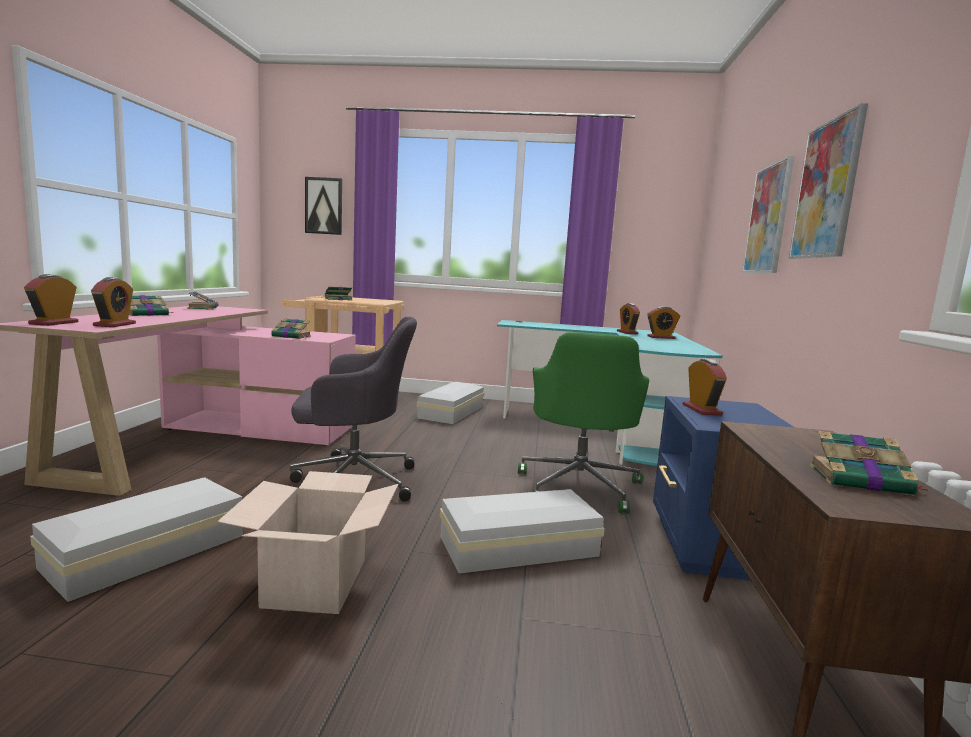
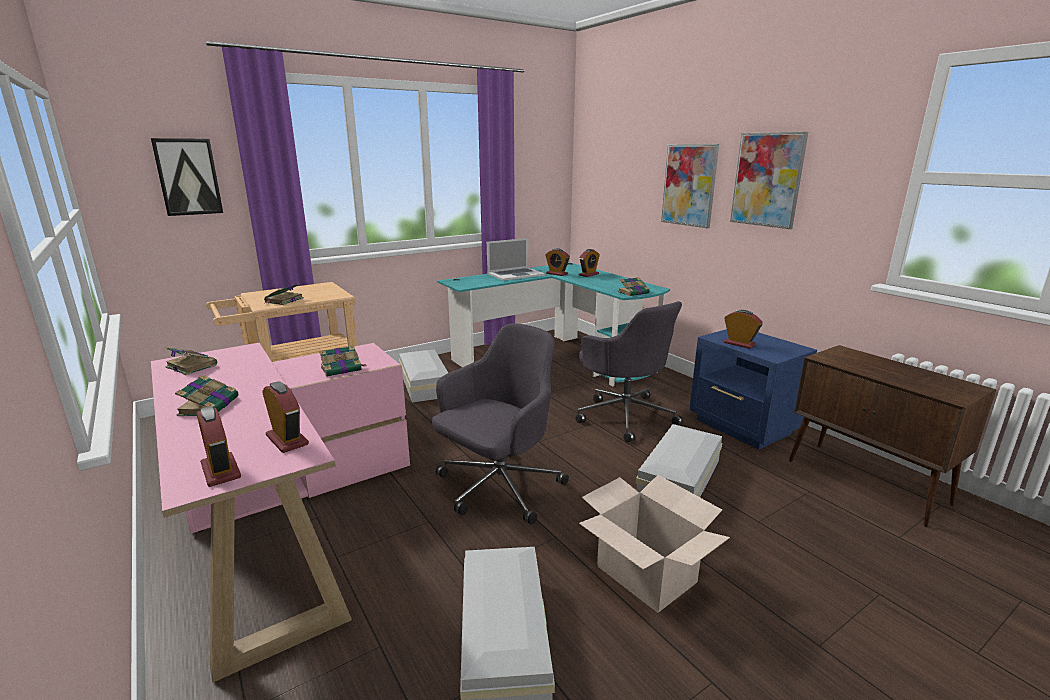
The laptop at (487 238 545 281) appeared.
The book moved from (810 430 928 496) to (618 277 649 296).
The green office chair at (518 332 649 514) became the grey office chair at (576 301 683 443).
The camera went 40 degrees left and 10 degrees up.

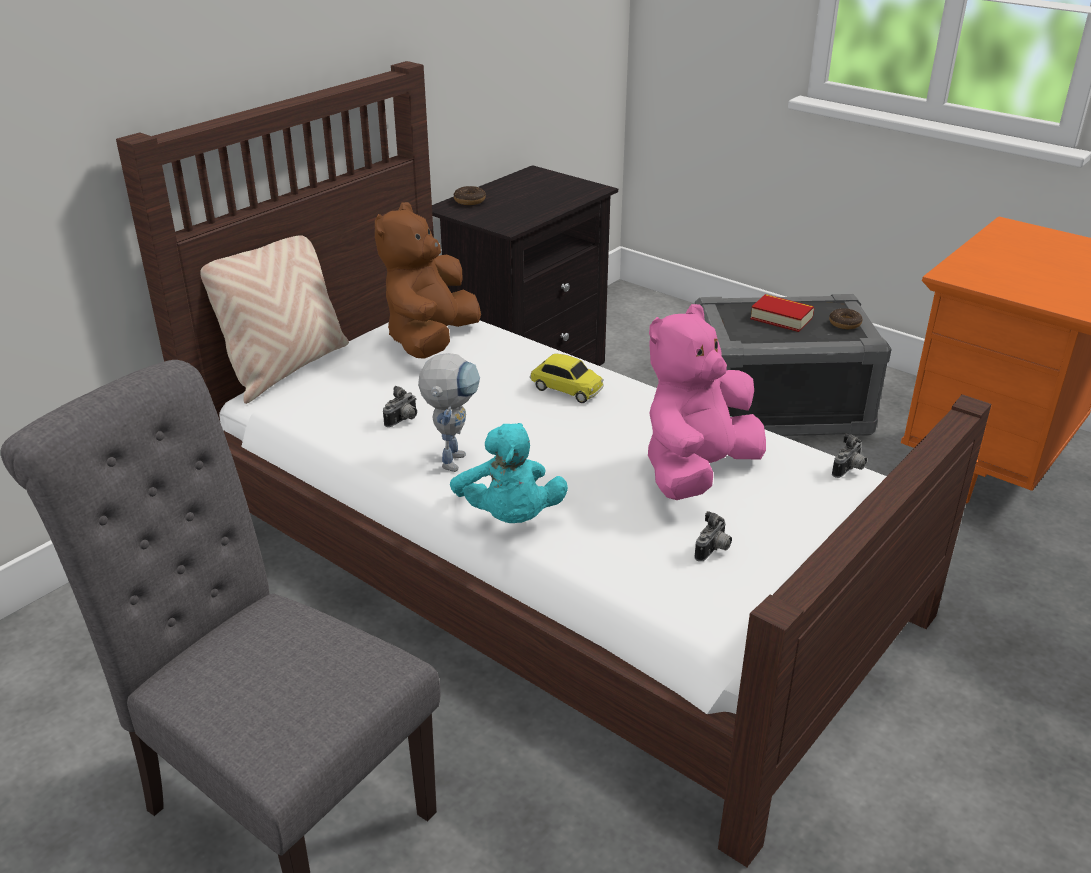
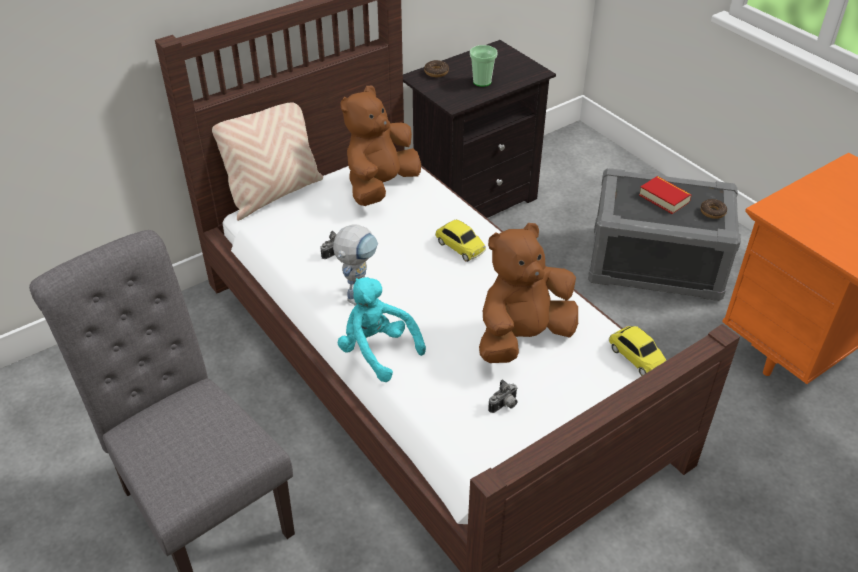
The cup at (470 45 497 87) appeared.
The photo camera at (832 433 867 478) was replaced by the toy car at (609 326 667 376).
The pink plush toy at (648 304 766 500) became the brown plush toy at (479 223 578 363).
The turquoise plush toy at (450 423 568 523) turned 135 degrees clockwise.
The camera went 15 degrees right and 10 degrees up.

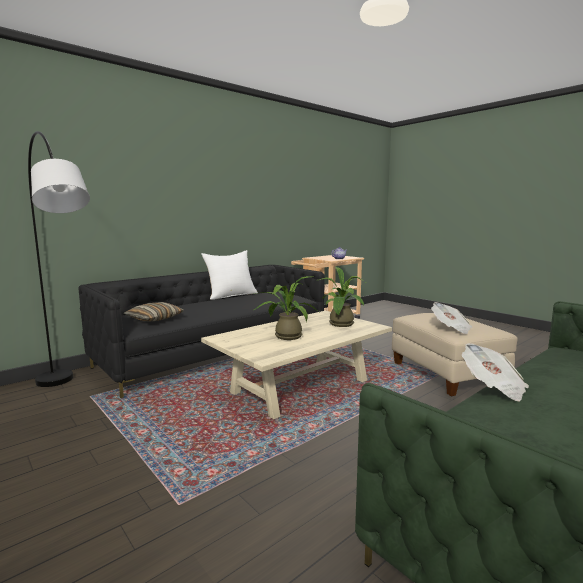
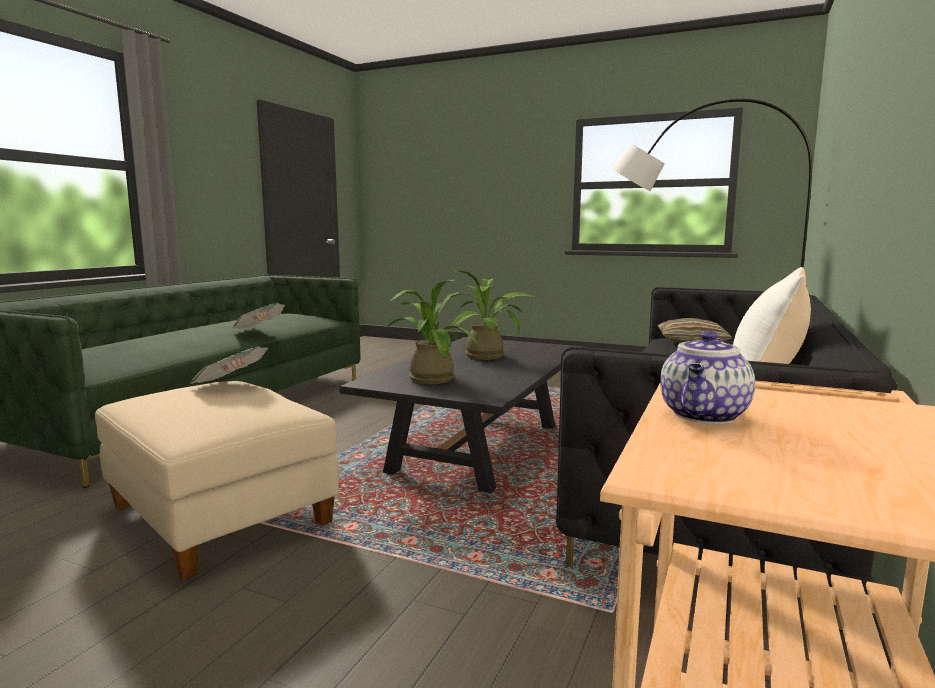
The beige coffee table at (201 311 392 419) became the black coffee table at (340 337 584 493).
The camera went 155 degrees right and 0 degrees up.

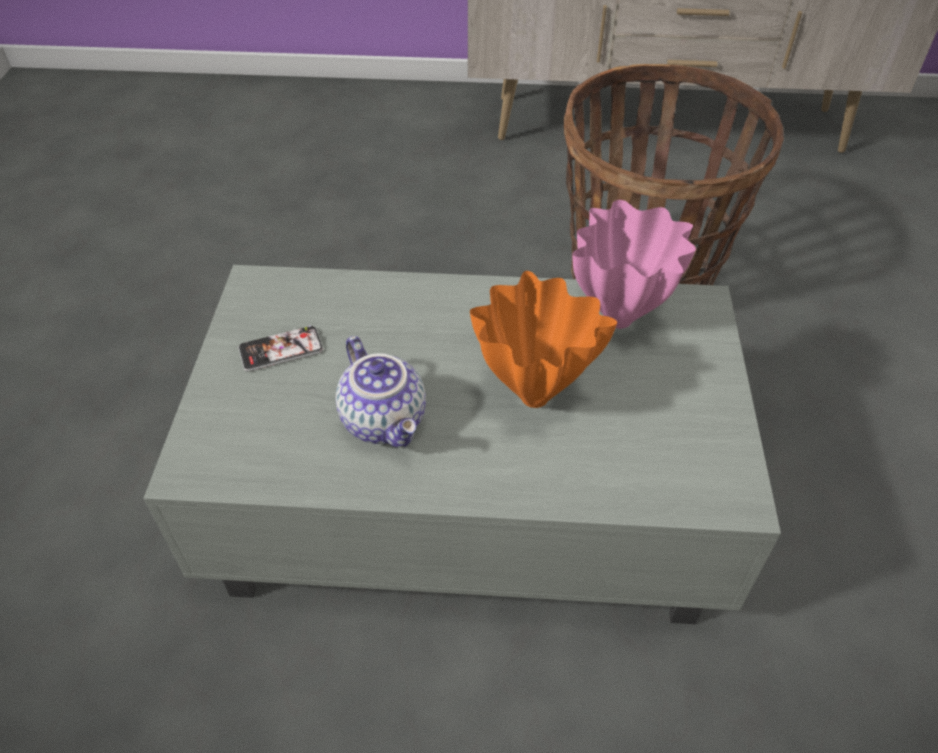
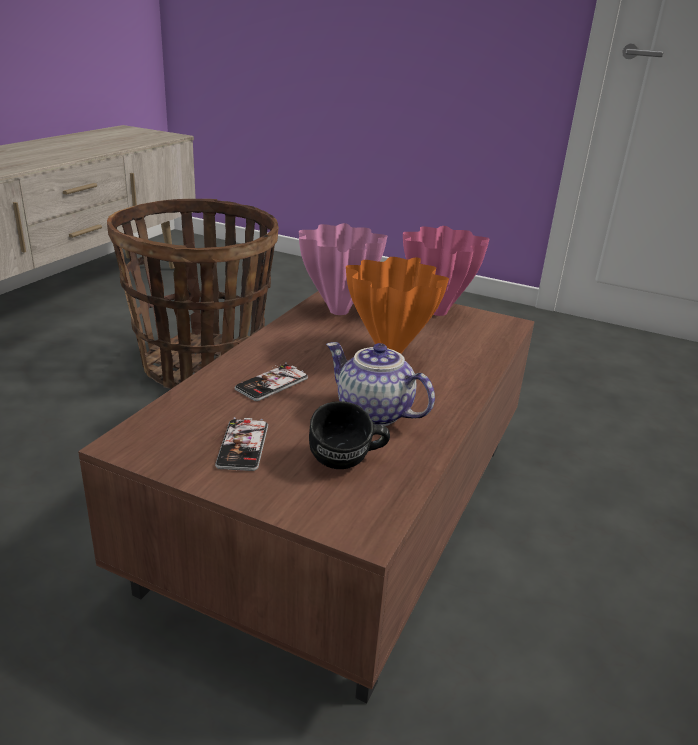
The phone at (235 362 308 401) appeared.
The black mug at (309 401 390 469) appeared.
The pink vase at (403 226 490 316) appeared.
The grey coffee table at (143 265 781 624) became the brown coffee table at (78 291 535 703).
The teapot at (336 336 426 448) turned 135 degrees counterclockwise.
The camera went 70 degrees left and 20 degrees down.

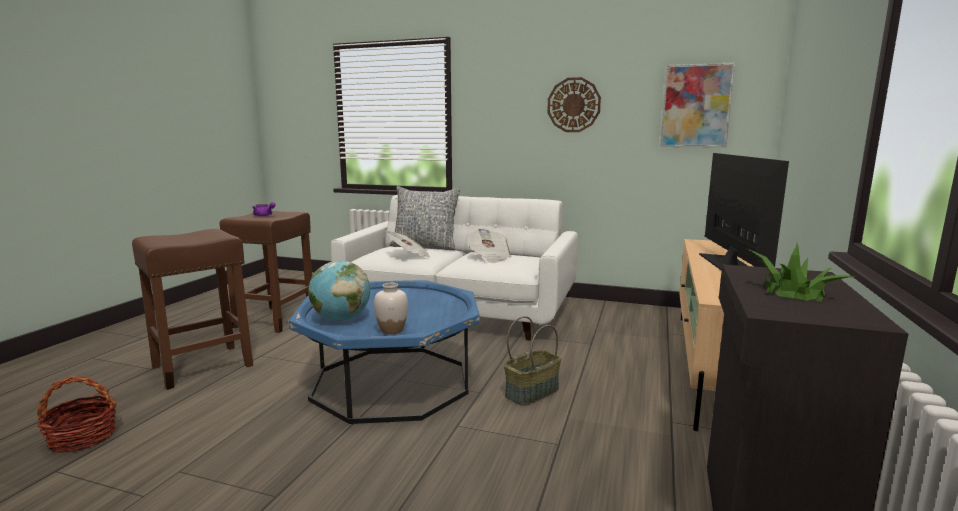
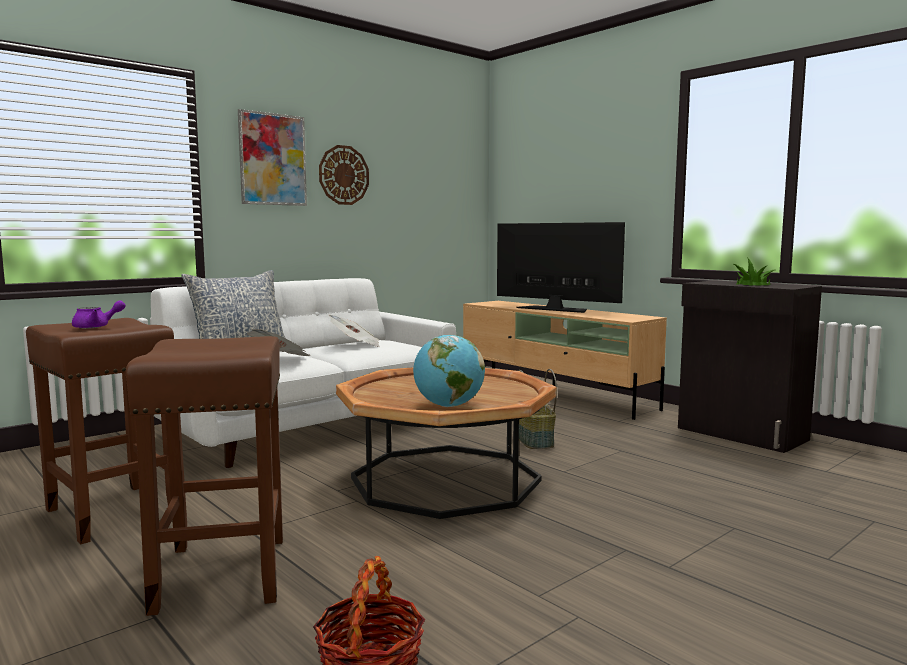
The white vase at (374 283 408 335) disappeared.
The picture moved from (660 62 735 148) to (238 109 307 206).
The blue coffee table at (289 280 480 424) became the brown coffee table at (336 367 557 519).
The camera went 60 degrees left and 5 degrees down.

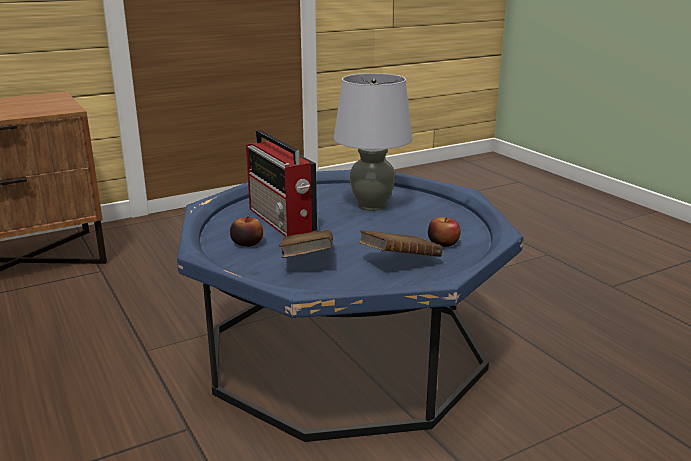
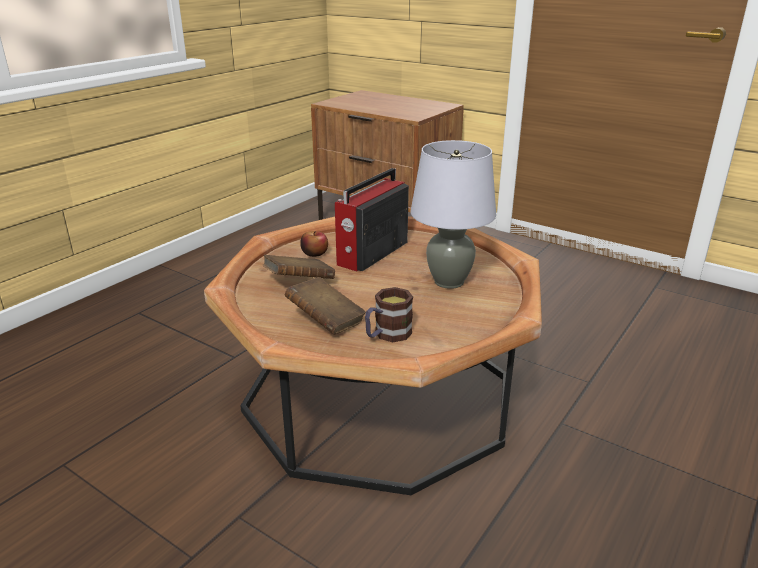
The apple at (428 217 460 247) was replaced by the mug at (365 287 413 342).
The blue coffee table at (177 170 523 442) became the brown coffee table at (204 216 542 495).
The camera went 65 degrees right and 5 degrees up.

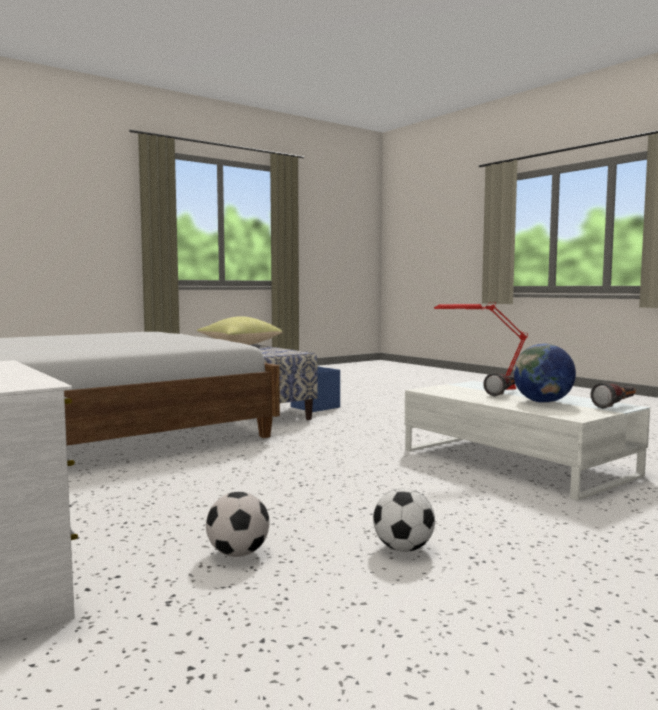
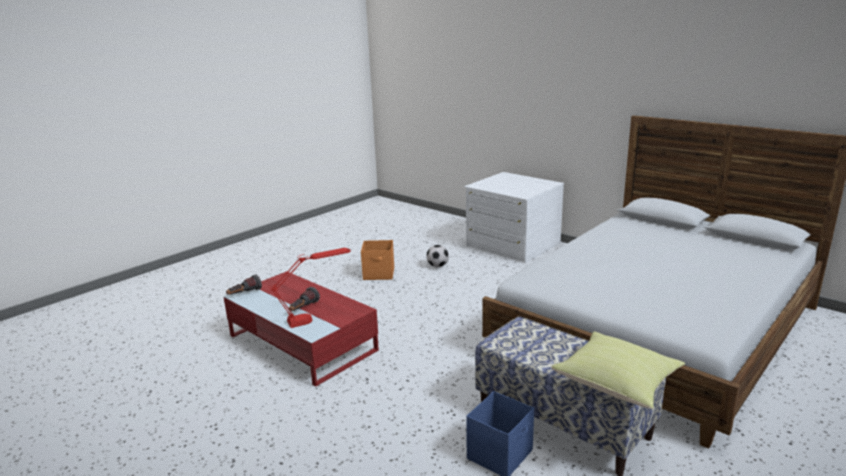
The globe at (513 344 576 403) disappeared.
The football at (373 488 435 552) was replaced by the orange storage box at (361 240 394 280).
The white coffee table at (405 381 650 501) became the red coffee table at (223 271 379 386).
The camera went 170 degrees right and 15 degrees up.

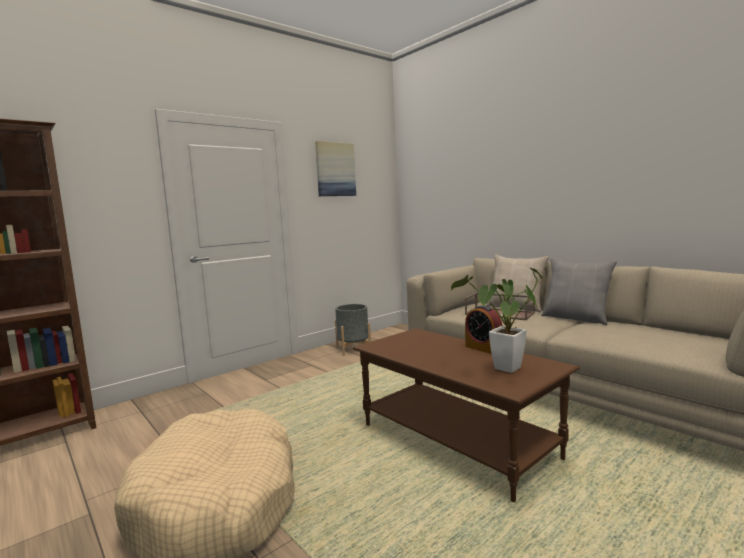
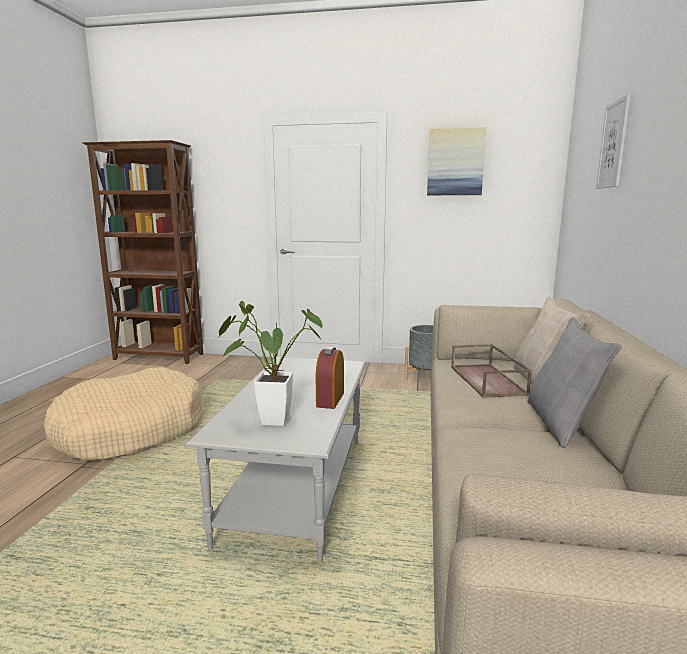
The picture at (596 94 631 189) appeared.
The brown coffee table at (353 328 580 502) became the grey coffee table at (186 357 366 563).
The camera went 50 degrees right and 5 degrees up.

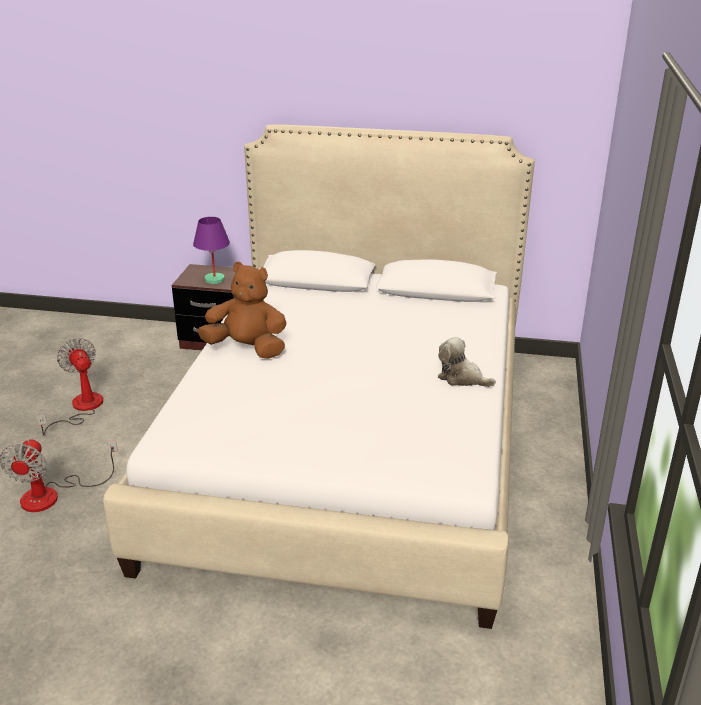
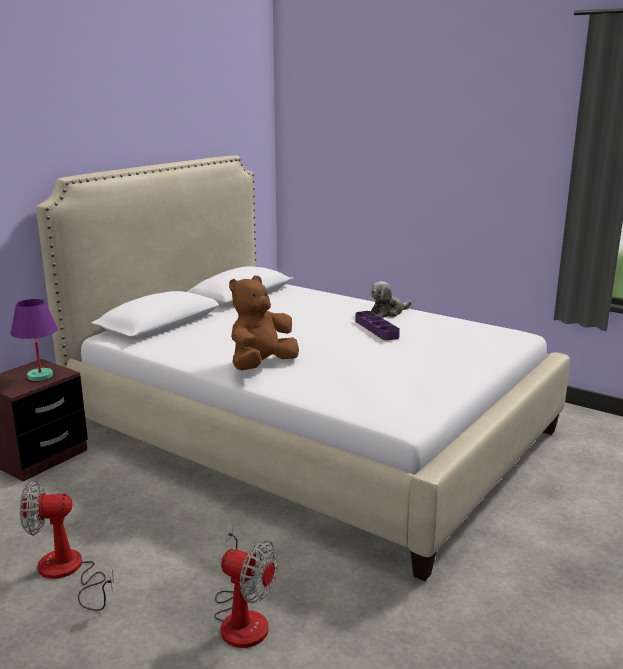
The purple tray at (355 311 400 340) appeared.
The camera went 65 degrees left and 10 degrees down.

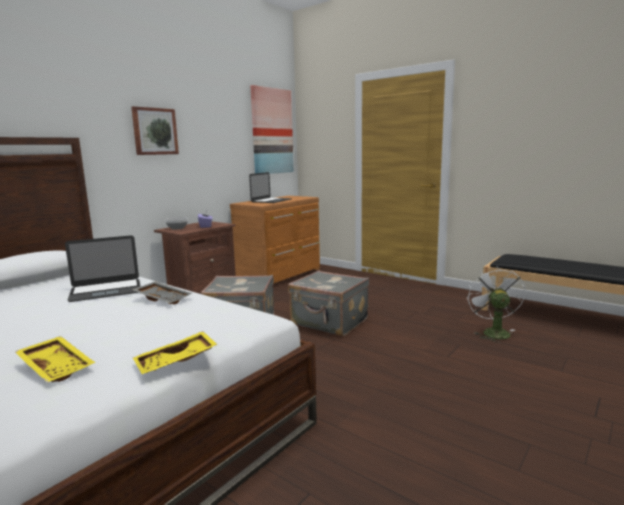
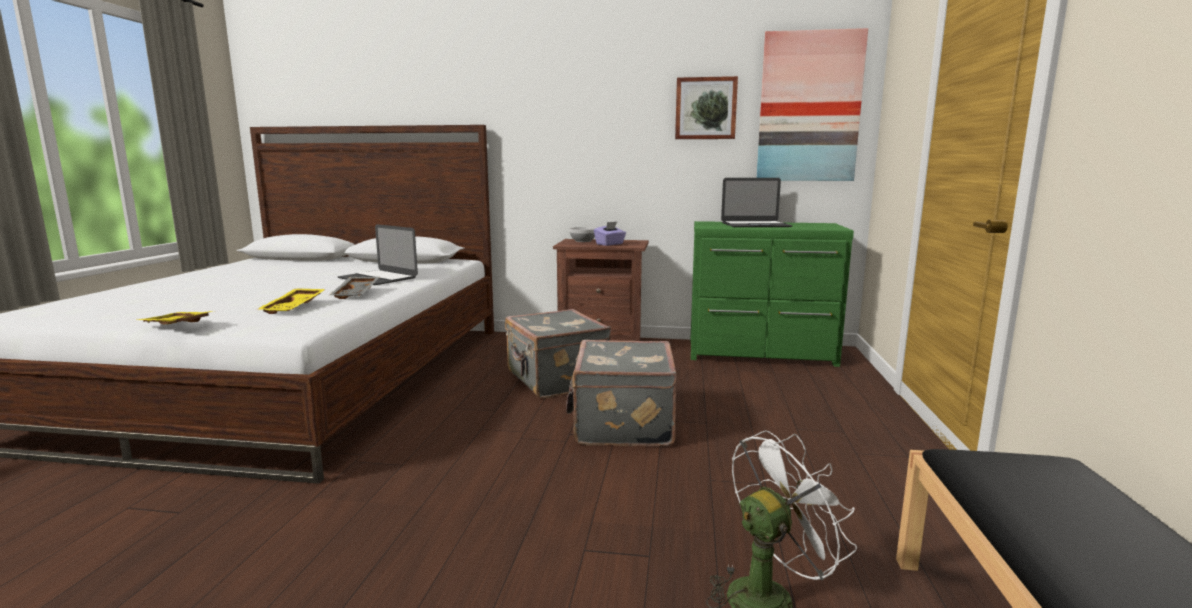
The yellow tray moved from (15 336 95 383) to (258 289 325 314).
The picture moved from (131 106 179 155) to (675 76 738 139).
The brown dresser at (230 196 320 284) became the green dresser at (690 221 854 367).
The camera went 60 degrees right and 0 degrees up.

